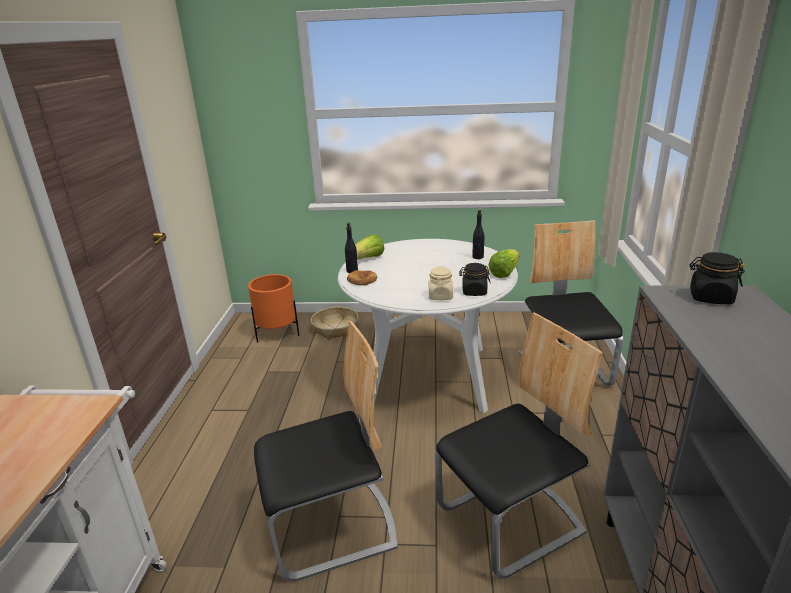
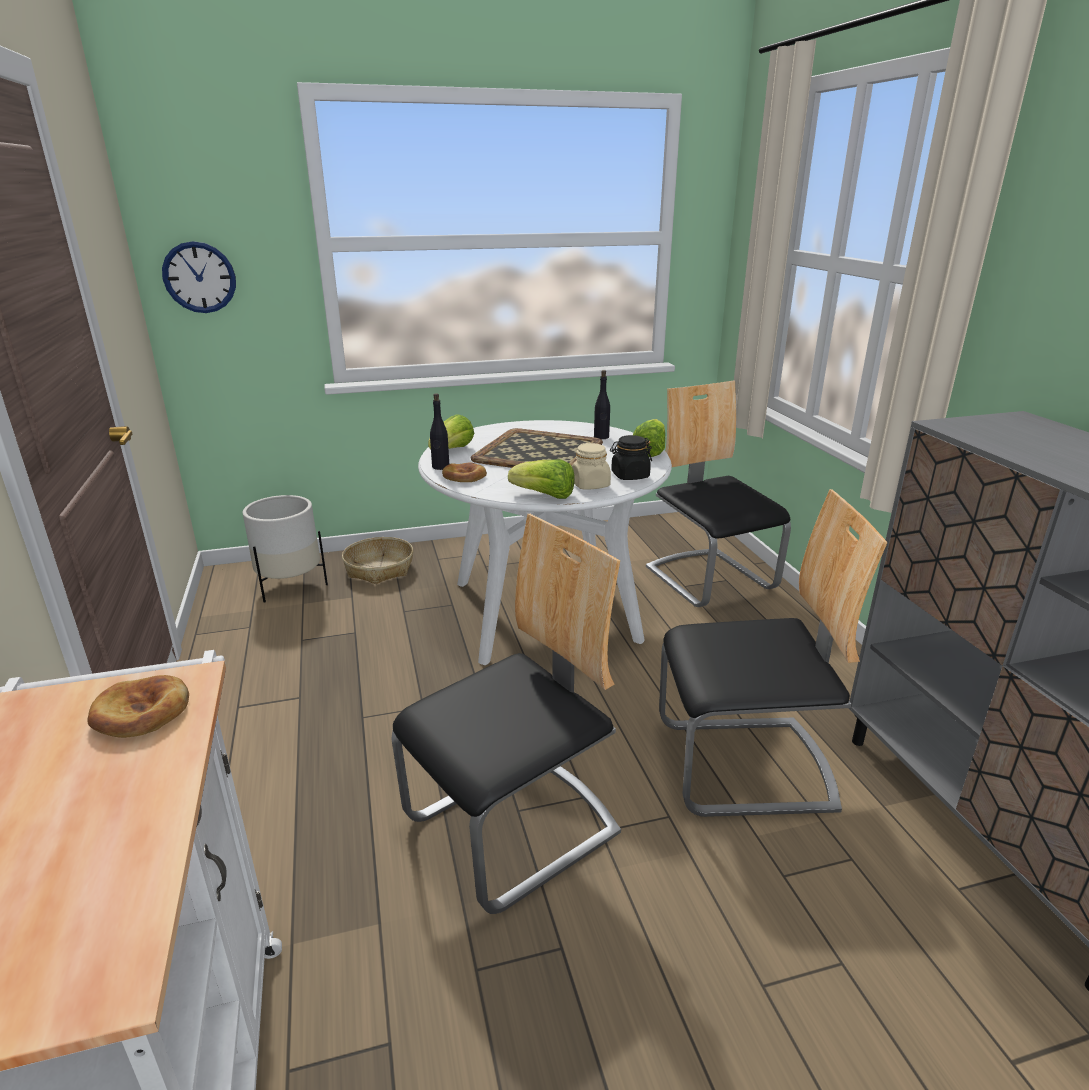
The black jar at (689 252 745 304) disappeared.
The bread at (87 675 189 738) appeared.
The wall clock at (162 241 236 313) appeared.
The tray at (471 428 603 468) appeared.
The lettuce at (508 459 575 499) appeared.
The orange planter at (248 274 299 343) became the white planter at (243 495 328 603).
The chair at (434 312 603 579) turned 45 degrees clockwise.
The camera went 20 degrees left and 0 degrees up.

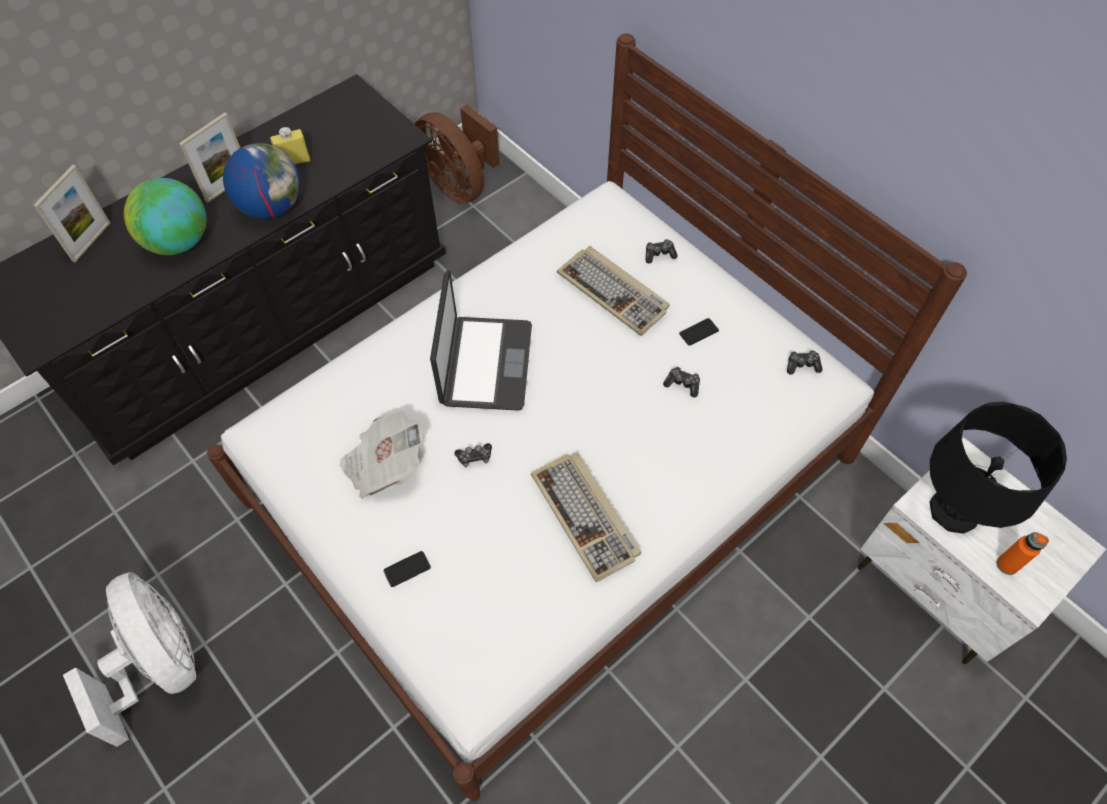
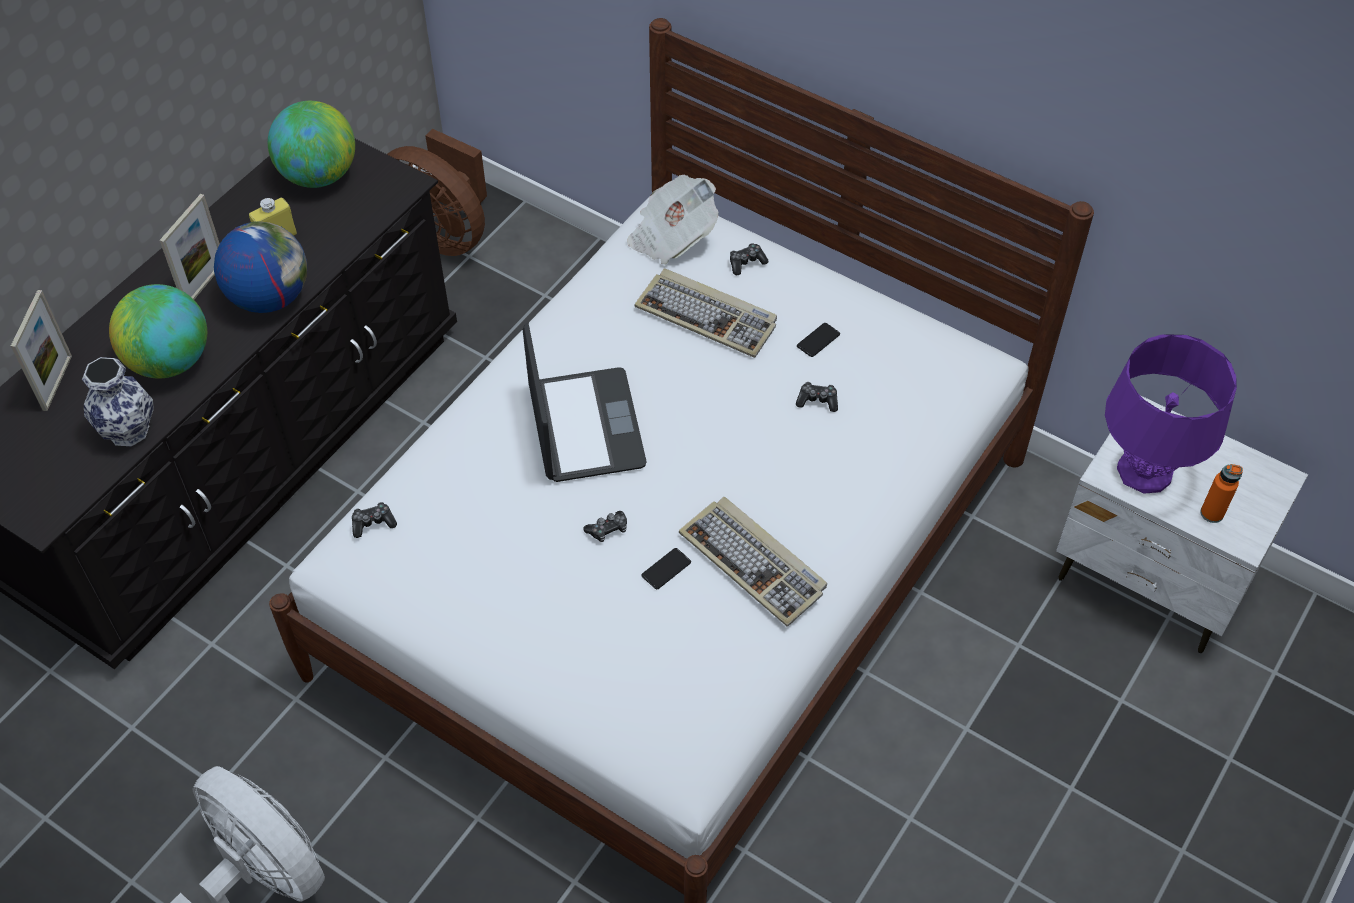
The vase at (82 357 154 446) appeared.
The globe at (268 101 355 188) appeared.
The newspaper moved from (340 411 424 499) to (627 175 719 265).
The phone moved from (384 551 431 587) to (642 548 691 589).
The game controller moved from (787 350 822 375) to (352 502 397 538).
The black table lamp at (930 402 1067 534) became the purple table lamp at (1105 334 1237 494).
The camera went 15 degrees left and 5 degrees down.

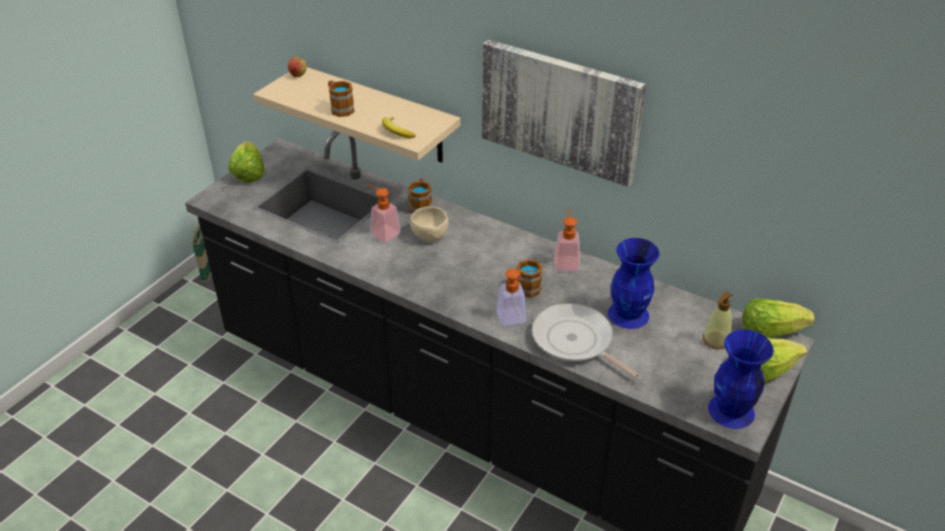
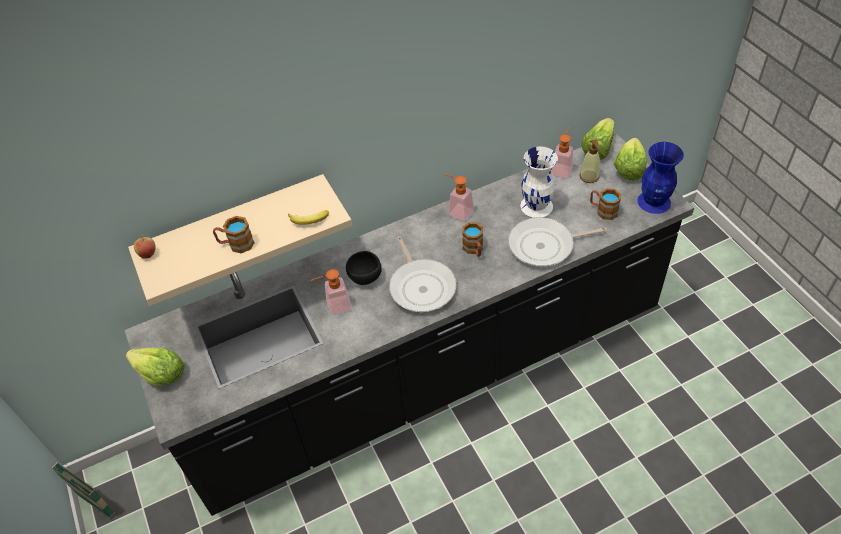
The picture at (482 40 646 187) disappeared.
The frying pan at (389 237 457 312) appeared.
The mug moved from (408 178 432 214) to (590 189 621 220).
The soap dispenser moved from (496 269 538 326) to (551 126 573 179).
The beige bowl at (411 206 449 242) became the black bowl at (346 251 382 285).
The blue vase at (608 238 660 329) became the white vase at (521 146 558 218).
The camera went 55 degrees left and 10 degrees up.

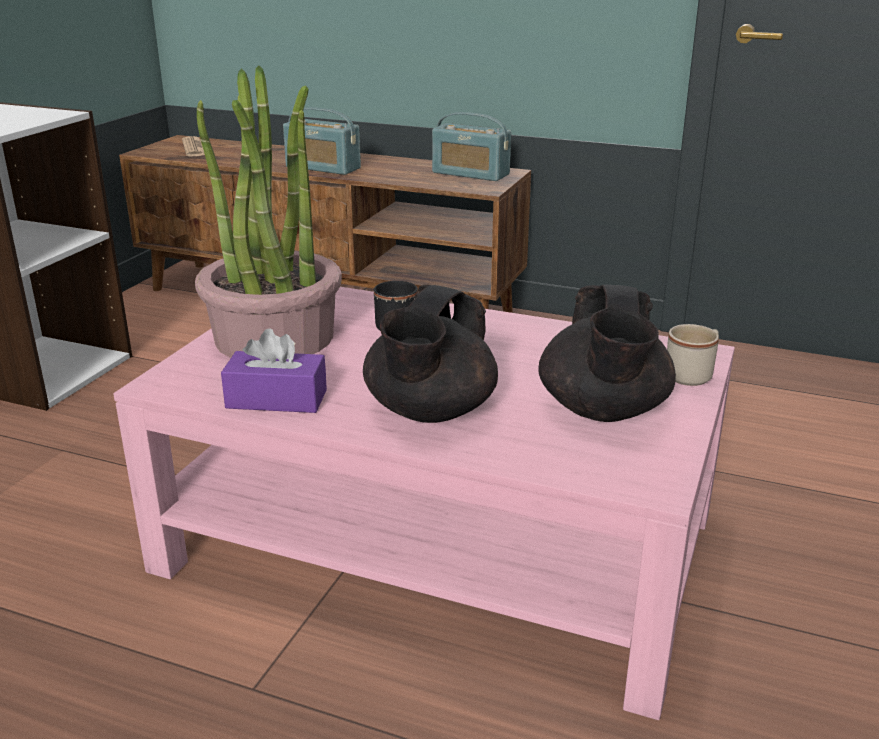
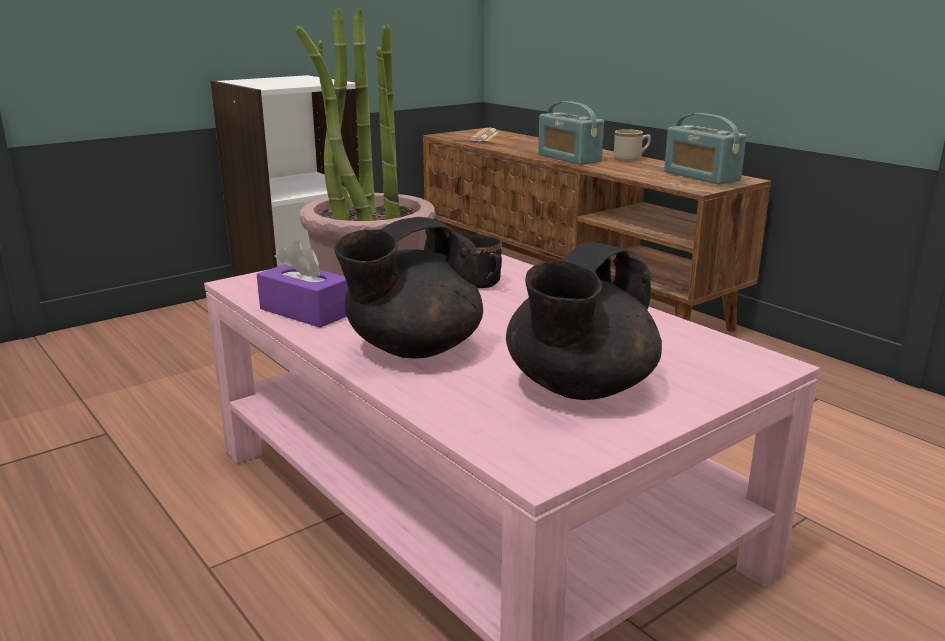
The beige mug moved from (667 324 719 386) to (614 129 651 161).
The camera went 30 degrees right and 5 degrees down.

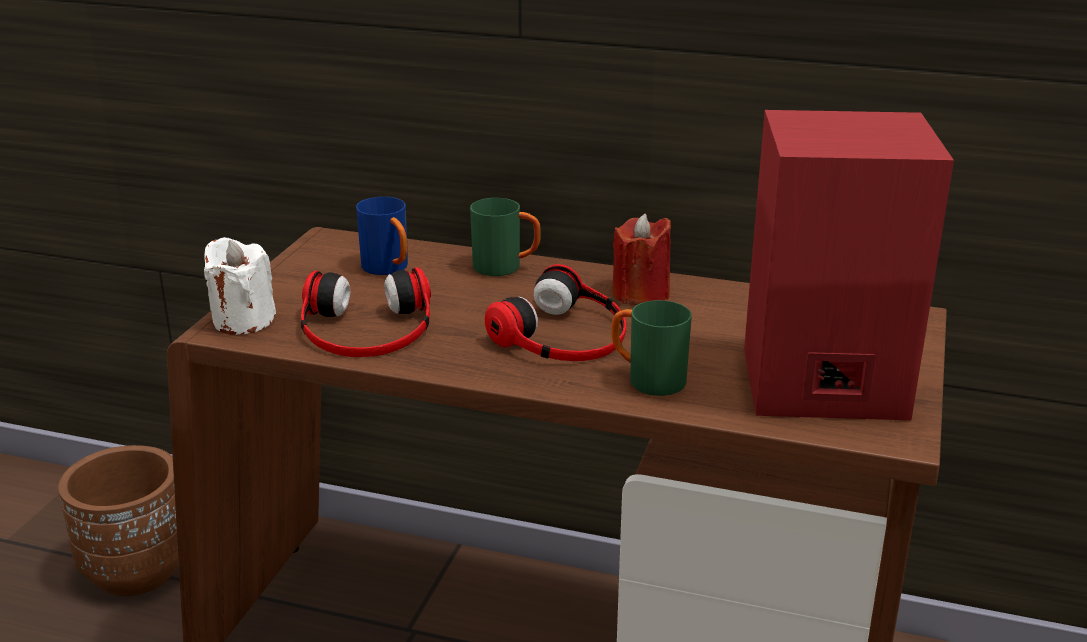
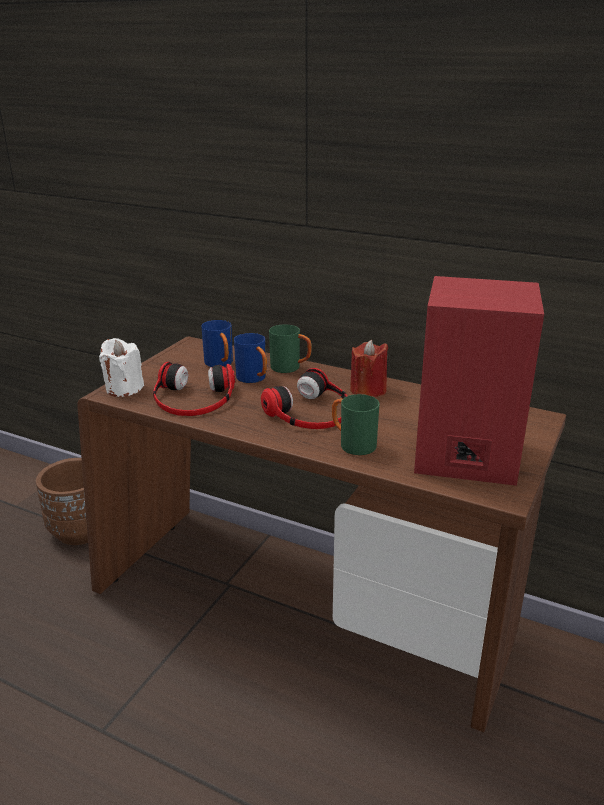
The blue mug at (234 333 267 383) appeared.
The camera went 10 degrees right and 0 degrees up.

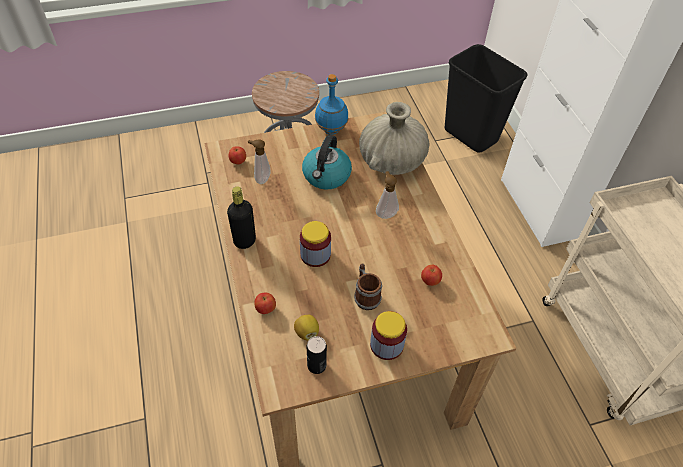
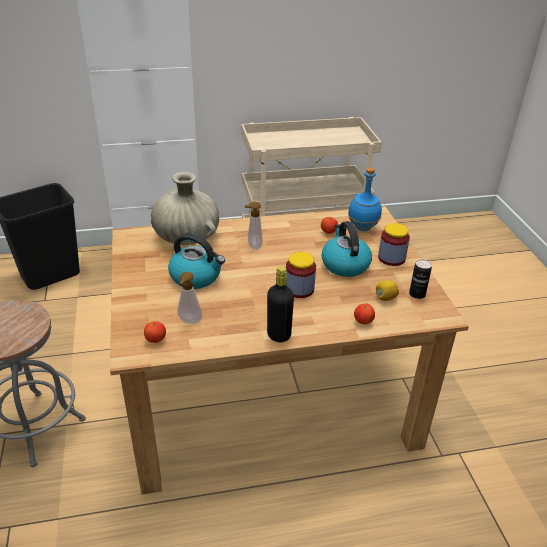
The blue bottle moved from (315 74 349 135) to (348 168 382 231).
The mug at (354 264 382 310) was replaced by the kettle at (322 221 372 277).
The camera went 85 degrees left and 15 degrees down.

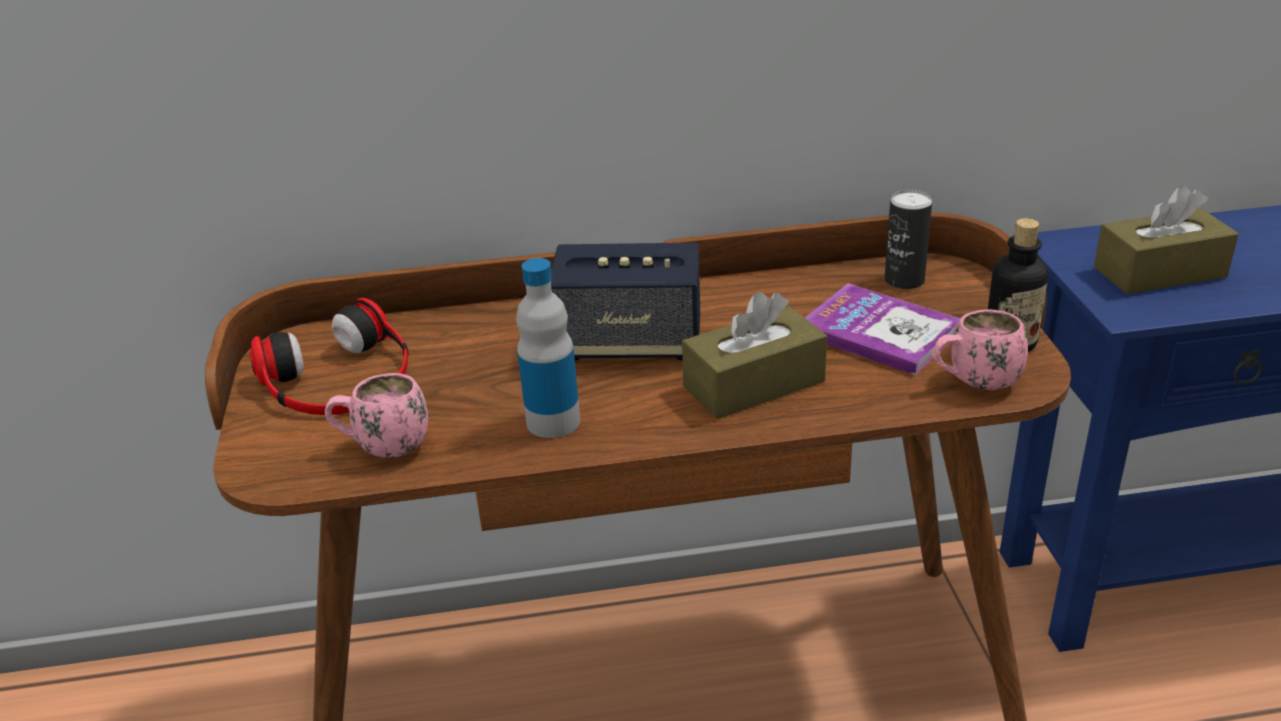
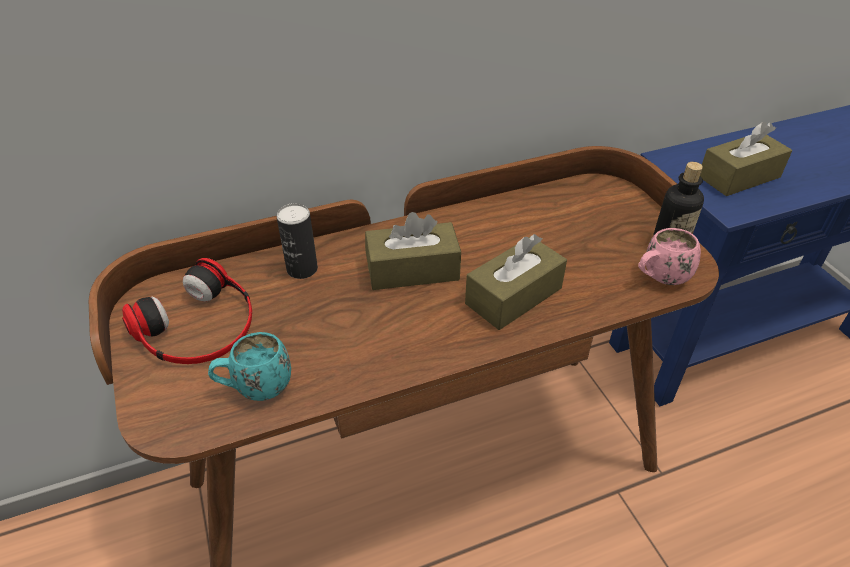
The bottle at (516 258 580 438) disappeared.
The book at (805 284 961 375) disappeared.
The can moved from (885 190 932 289) to (276 203 318 279).
The speaker at (551 243 700 361) was replaced by the brown tissue box at (365 212 461 290).
The pink mug at (325 373 428 458) became the turquoise mug at (208 332 291 401).
The camera went 15 degrees left and 10 degrees up.

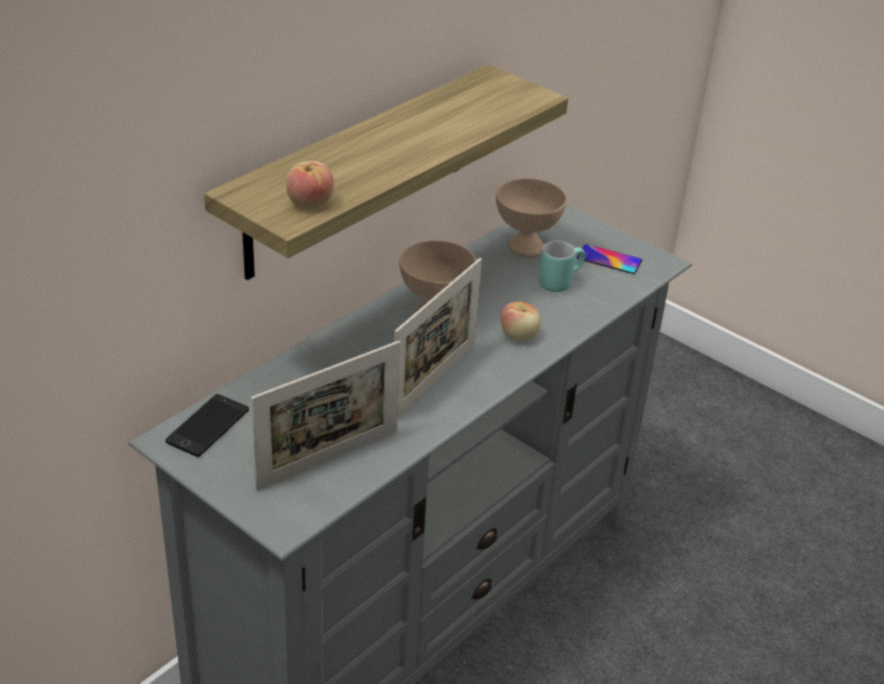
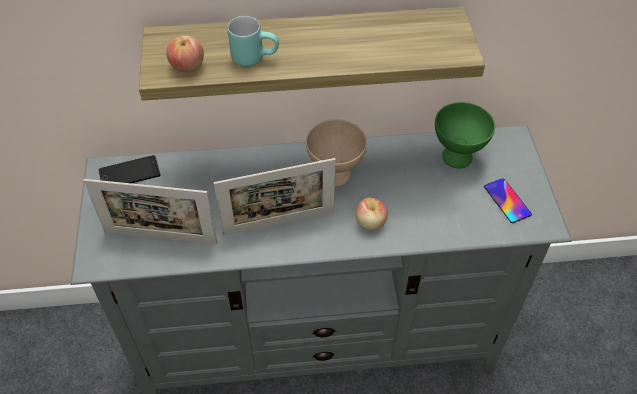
The turquoise mug moved from (539 241 585 292) to (228 16 279 67).
The beige bowl at (496 178 567 258) became the green bowl at (435 102 495 169).
The camera went 45 degrees right and 15 degrees up.

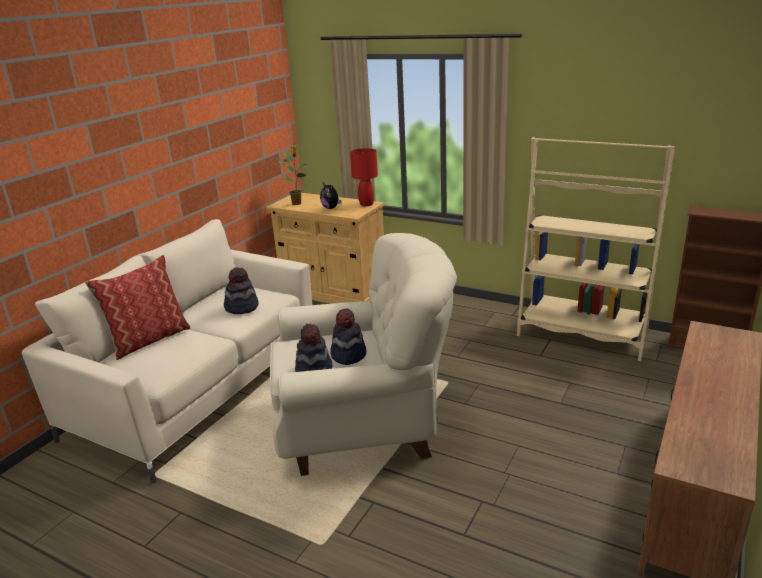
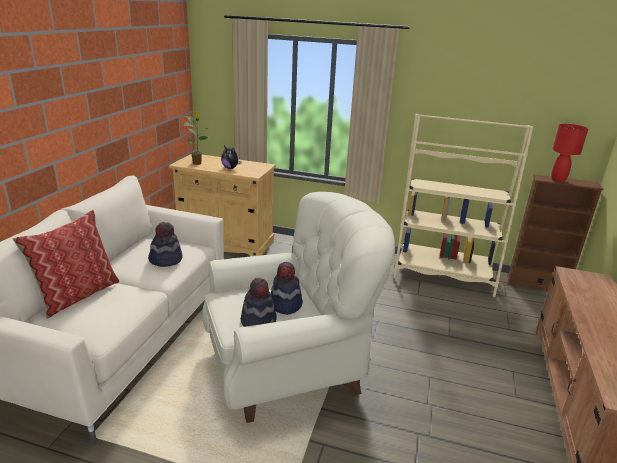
The red table lamp moved from (350 148 378 206) to (552 124 588 182).
The camera went 15 degrees left and 0 degrees up.

